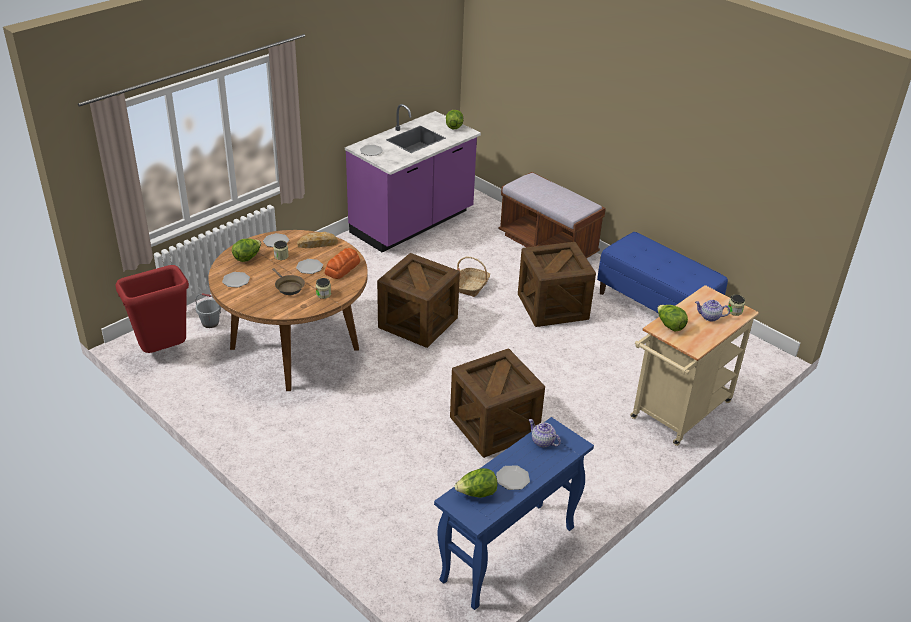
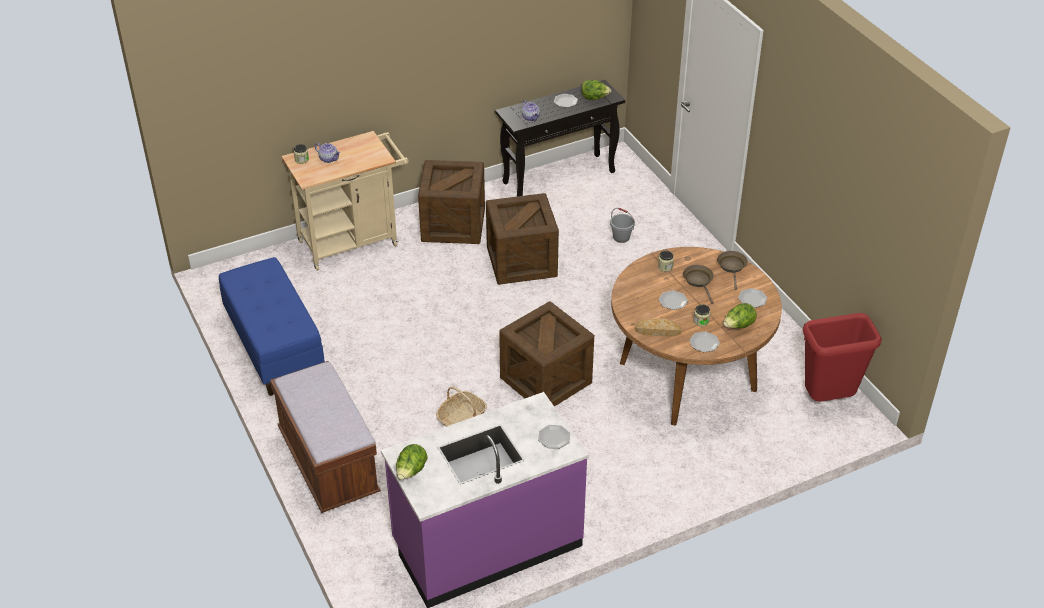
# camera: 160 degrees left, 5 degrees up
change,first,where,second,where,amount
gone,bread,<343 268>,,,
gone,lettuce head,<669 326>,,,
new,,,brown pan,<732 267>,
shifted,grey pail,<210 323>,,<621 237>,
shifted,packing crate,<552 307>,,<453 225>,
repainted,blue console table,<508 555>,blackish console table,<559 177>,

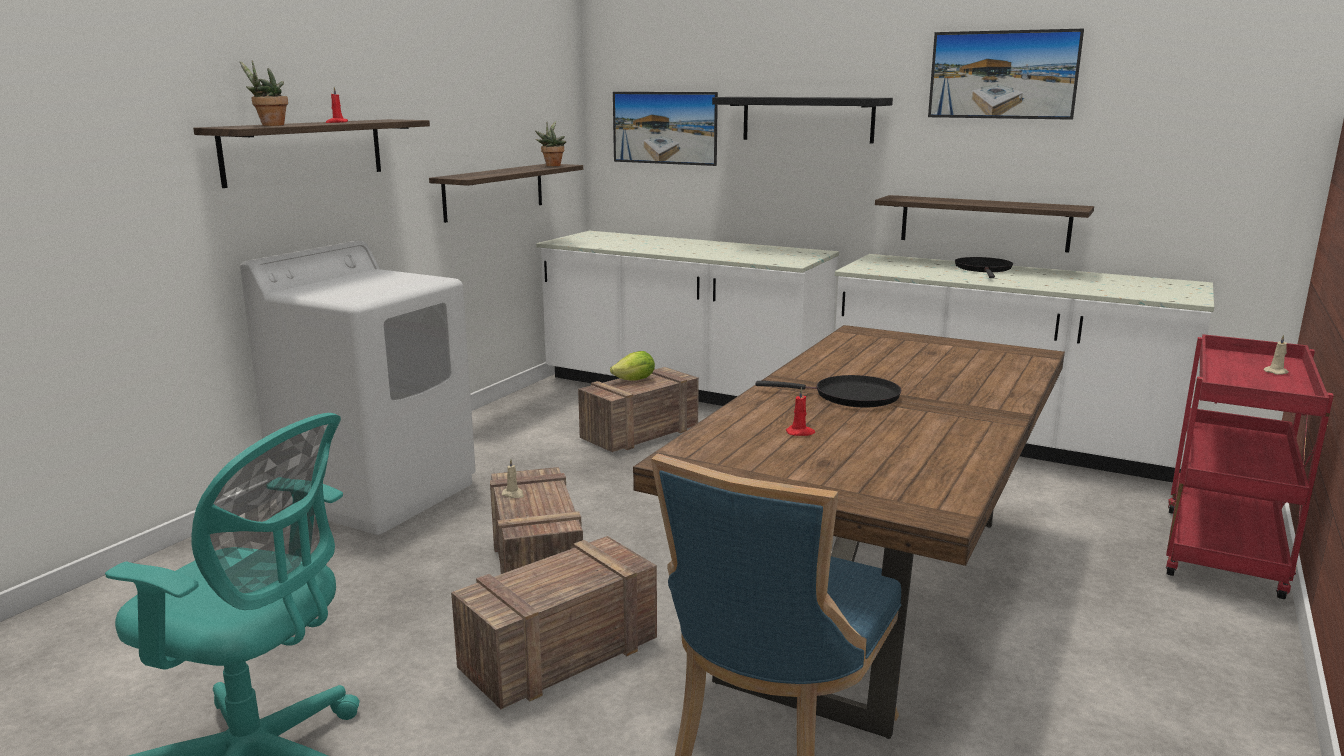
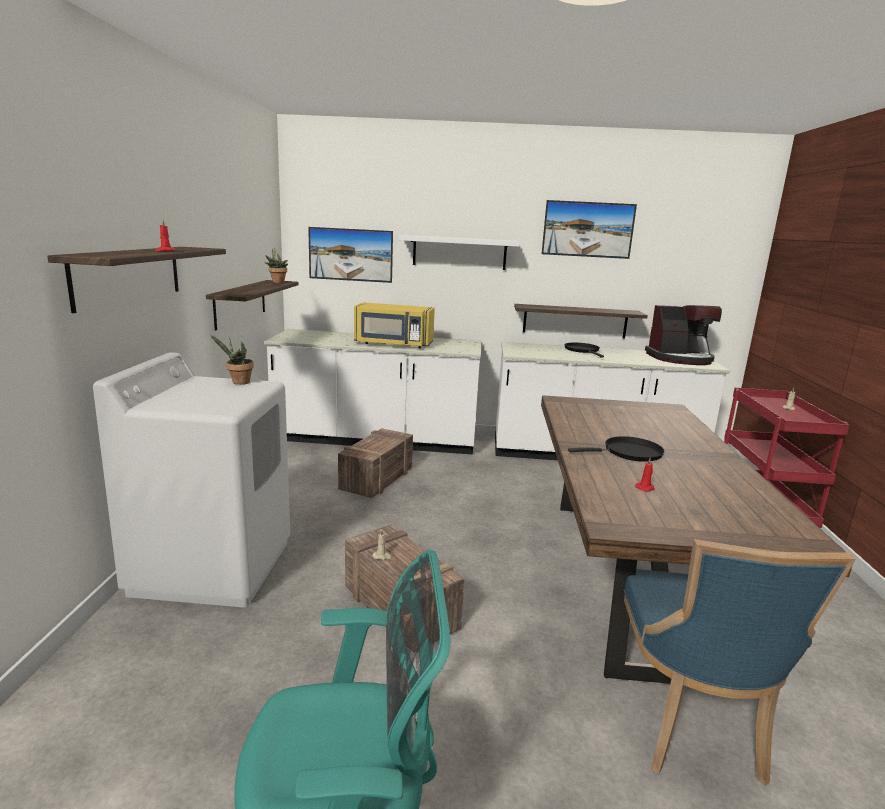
# camera: 25 degrees left, 0 degrees up
change,first,where,second,where,amount
gone,packing crate,<557 656>,,,
gone,lettuce head,<635 380>,,,
new,,,yellow-coloured kitchen microwave,<393 344>,
new,,,coffee maker,<680 359>,
shifted,houseplant,<269 125>,,<238 382>,
repainted,blackish shelf,<807 119>,white shelf,<459 252>,

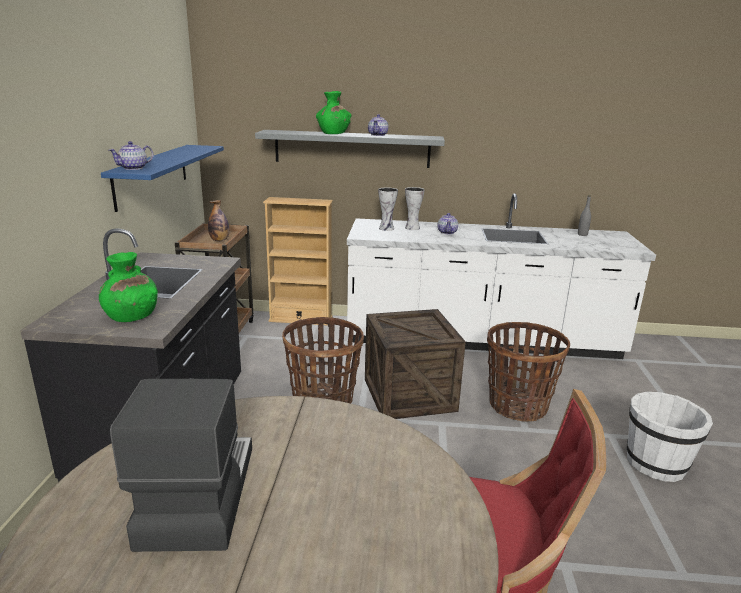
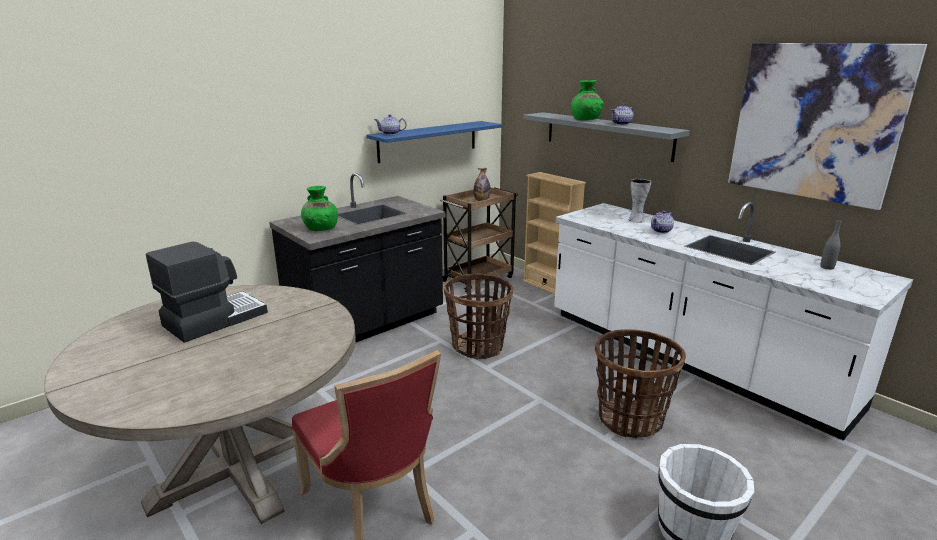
# camera: 45 degrees right, 0 degrees up
change,first,where,second,where,amount
gone,packing crate,<409 394>,,,
gone,decorative vase,<387 228>,,,
new,,,wall picture,<815 122>,

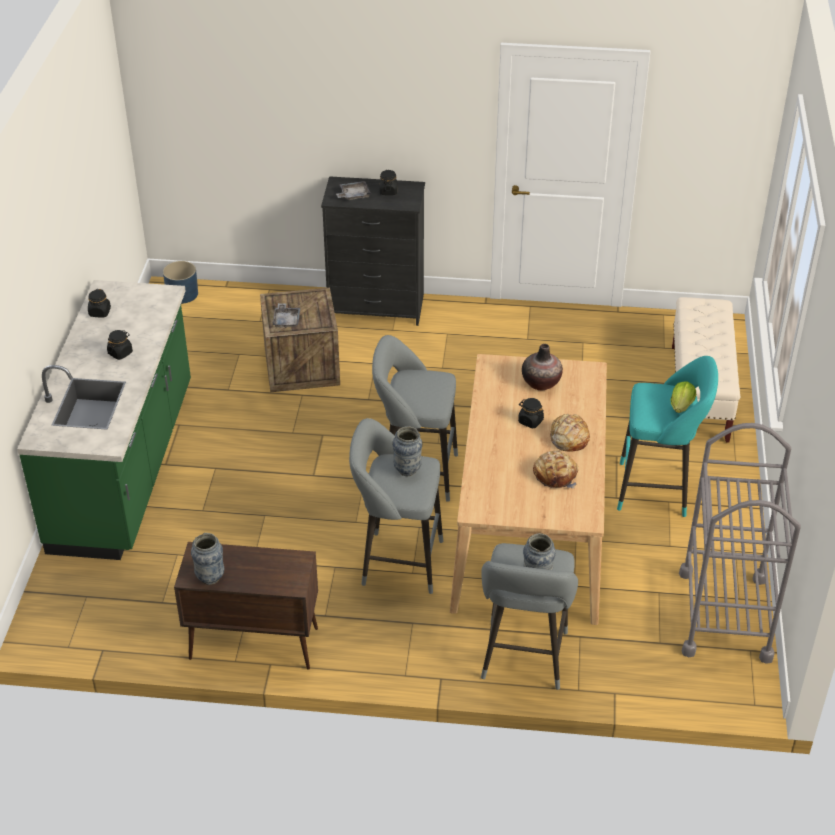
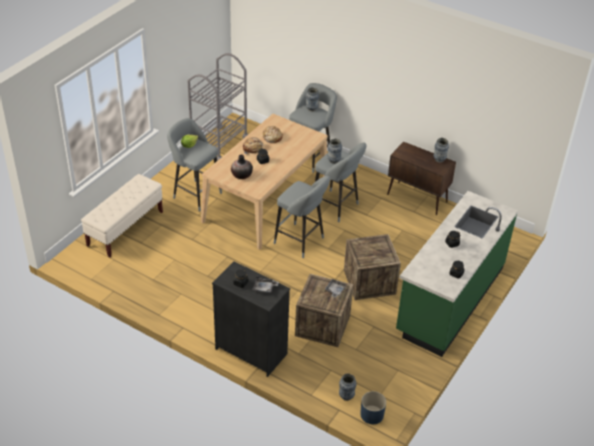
# camera: 155 degrees left, 0 degrees up
change,first,where,second,where,amount
new,,,decorative vase,<346 396>,
new,,,packing crate,<369 282>,
repainted,turquoise-coloured stool,<658 490>,grey stool,<195 194>,

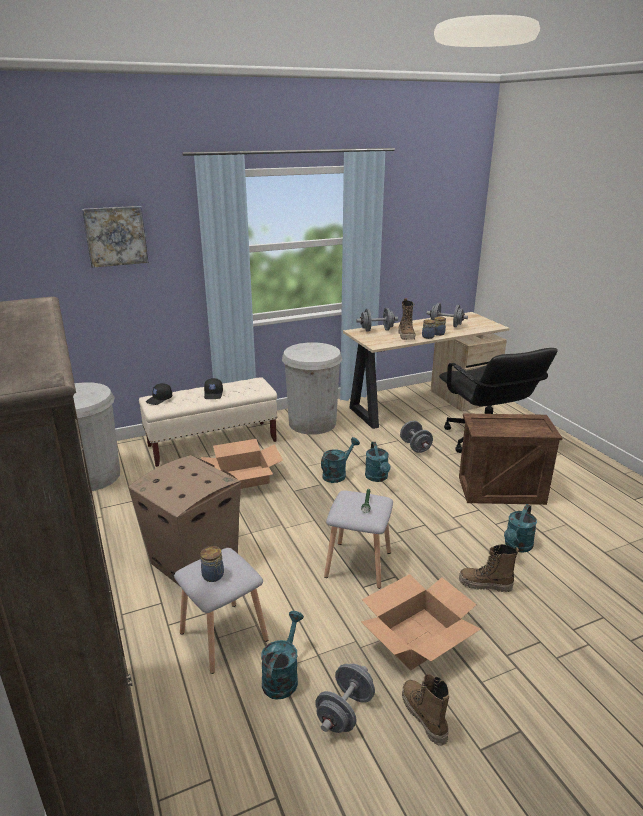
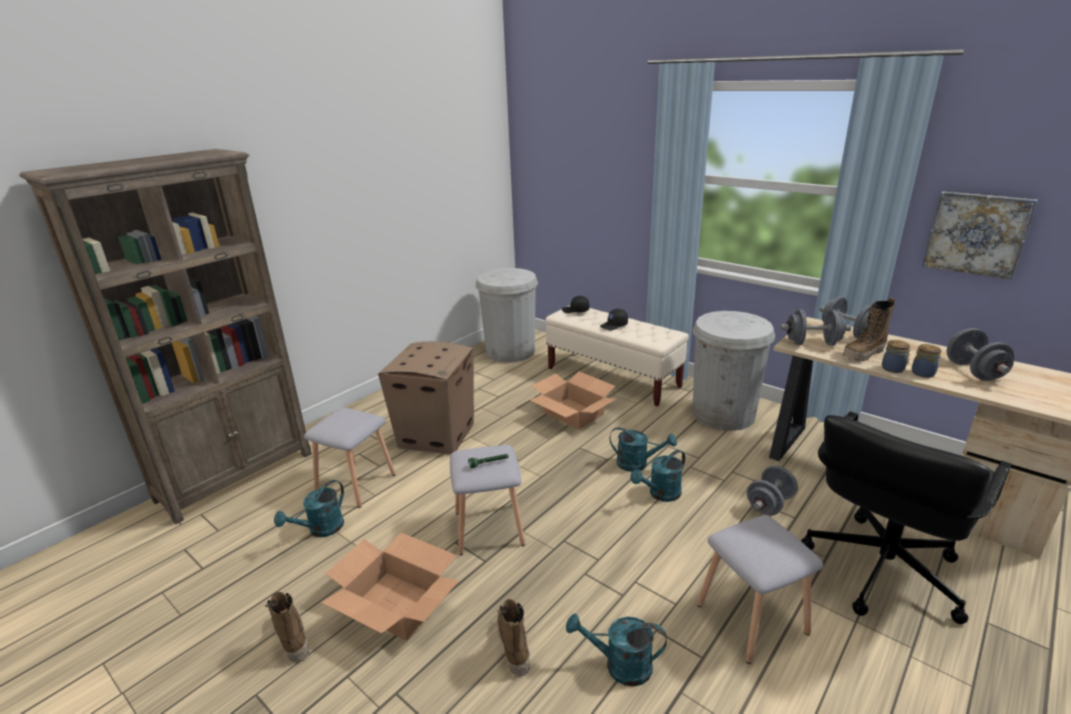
# camera: 65 degrees right, 0 degrees up
change,first,where,second,where,amount
gone,preserve jar,<213 576>,,,
shifted,wall picture,<115 236>,,<977 234>,
shifted,grey free weight,<345 712>,,<812 343>,
swapped,packing crate,<501 489>,grey stool,<753 619>,
rotated,turquoise-coloured sprinkling can,<282 676>,,<321 530>,135 degrees clockwise
rotated,high-top boot,<423 716>,,<291 637>,75 degrees counterclockwise

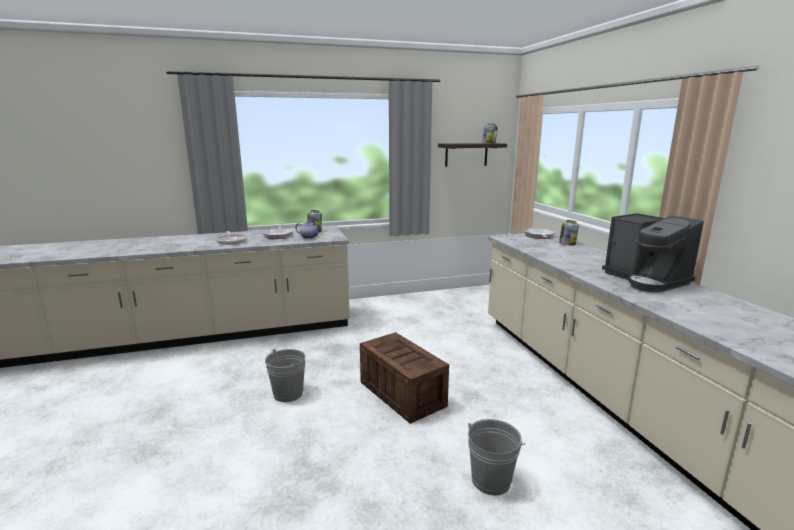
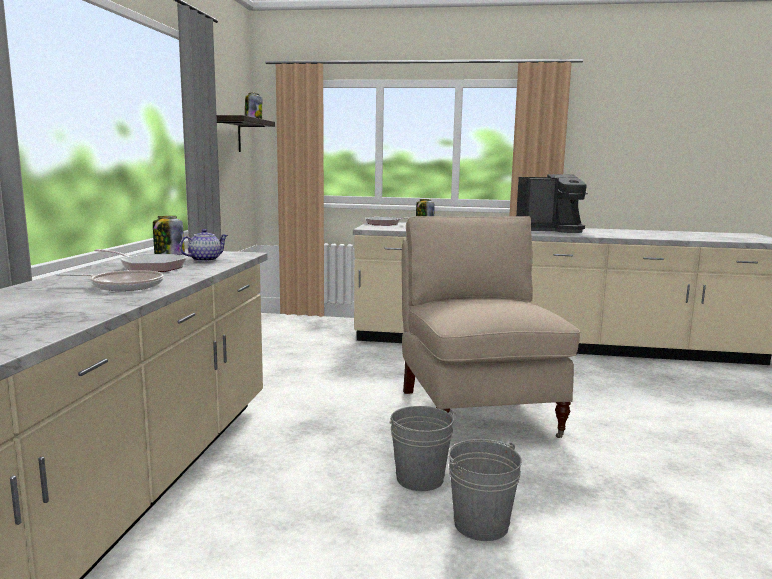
# camera: 65 degrees left, 5 degrees down
change,first,where,second,where,amount
shifted,grey pail,<491 480>,,<481 524>,
swapped,packing crate,<403 394>,beige-coloured plain chair,<476 412>,

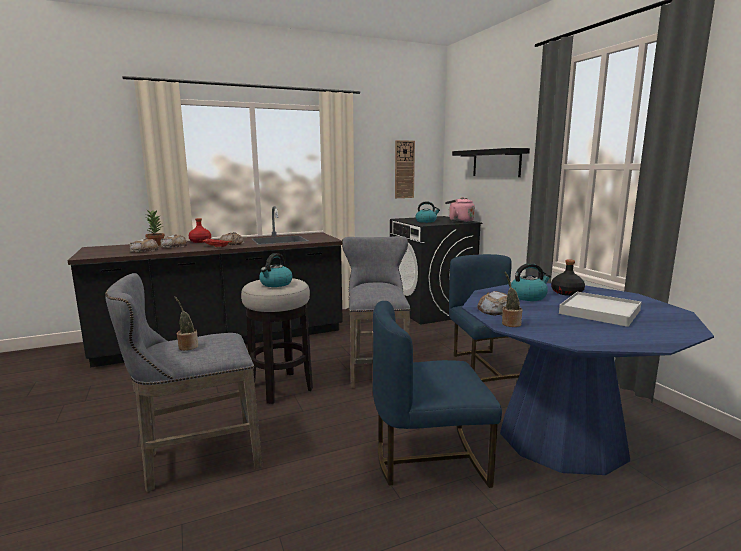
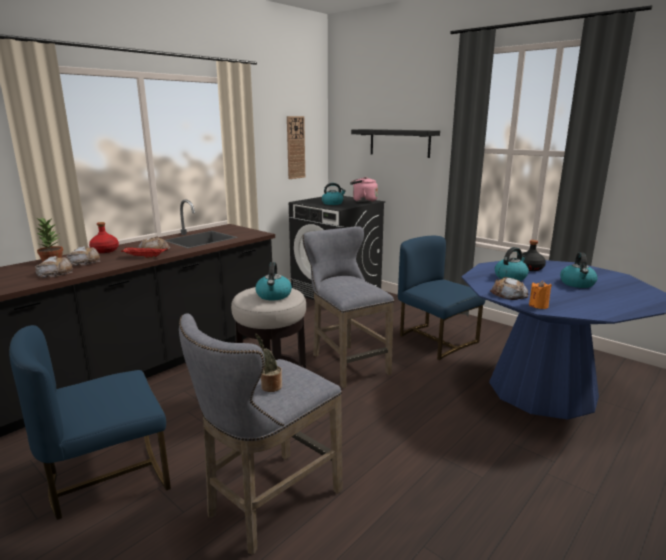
# camera: 25 degrees left, 5 degrees up
change,first,where,second,where,amount
shifted,blue plain chair,<429 459>,,<108 477>,
swapped,houseplant,<510 323>,orange candle,<538 306>,
swapped,white tray,<600 312>,tea kettle,<577 284>,

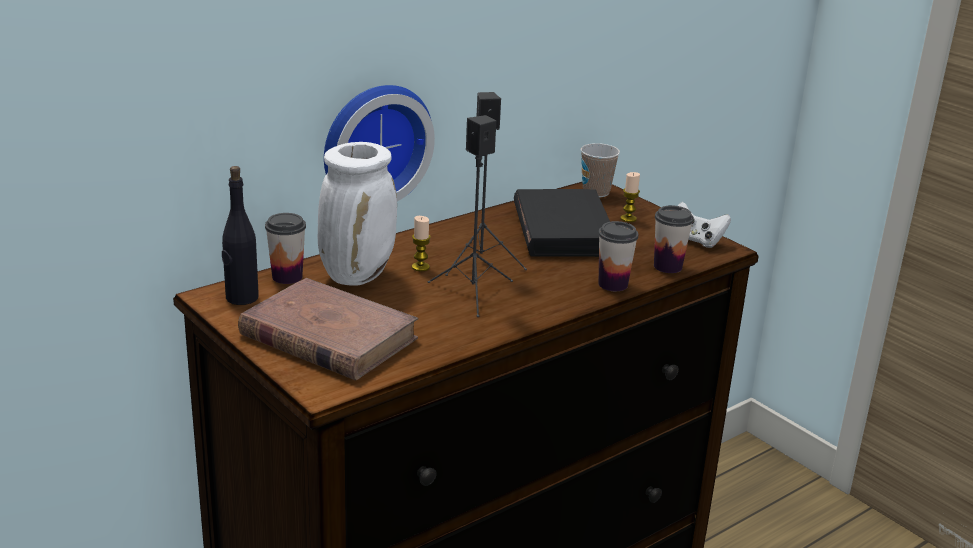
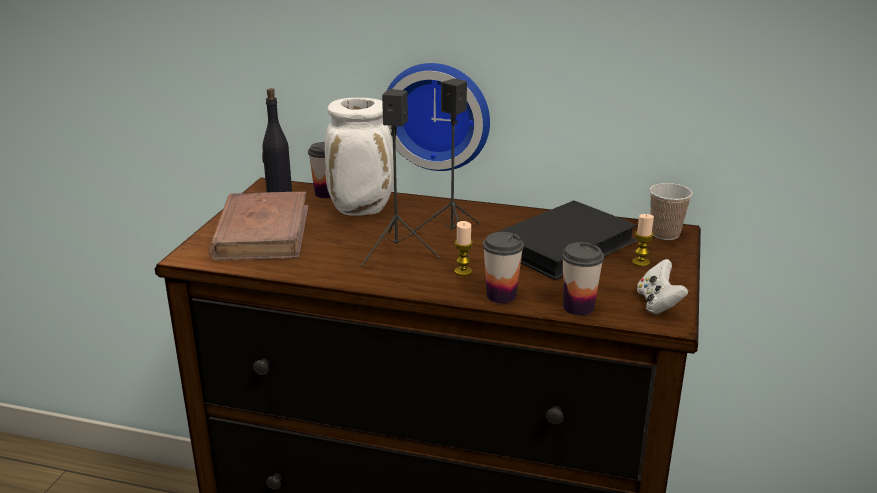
# camera: 55 degrees right, 0 degrees up
change,first,where,second,where,amount
shifted,candle,<420 267>,,<463 271>,

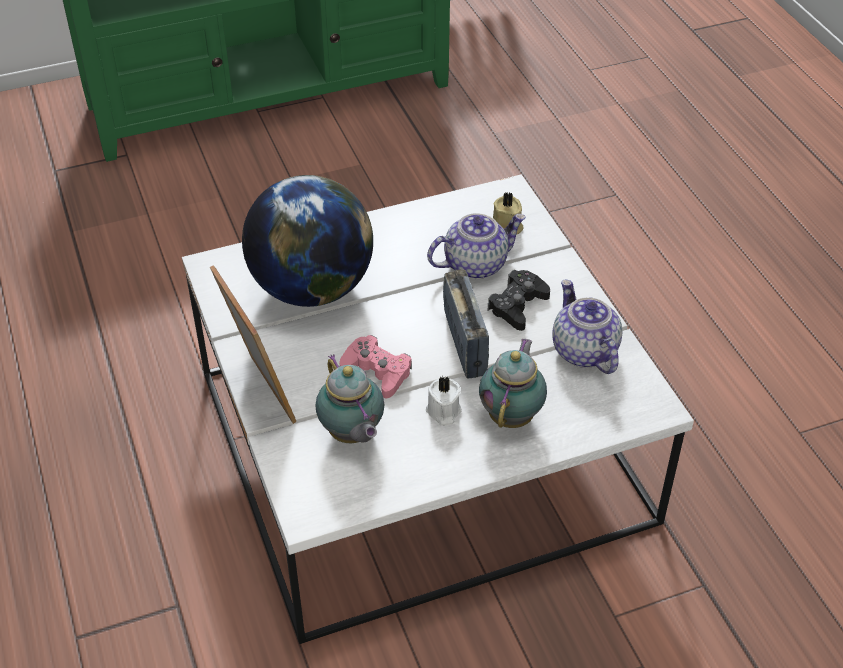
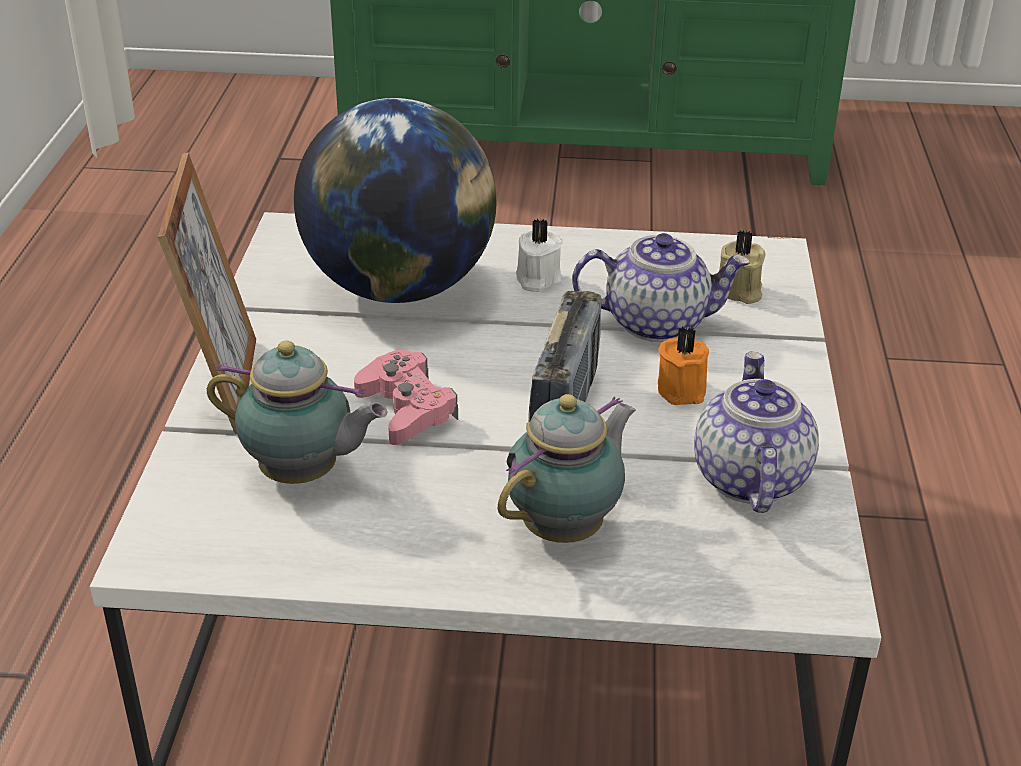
# camera: 25 degrees right, 10 degrees down
change,first,where,second,where,amount
shifted,white candle,<443 412>,,<536 279>,
swapped,blackish game controller,<517 306>,orange candle,<683 389>,
rotated,pot for tea,<352 435>,,<304 475>,75 degrees counterclockwise

